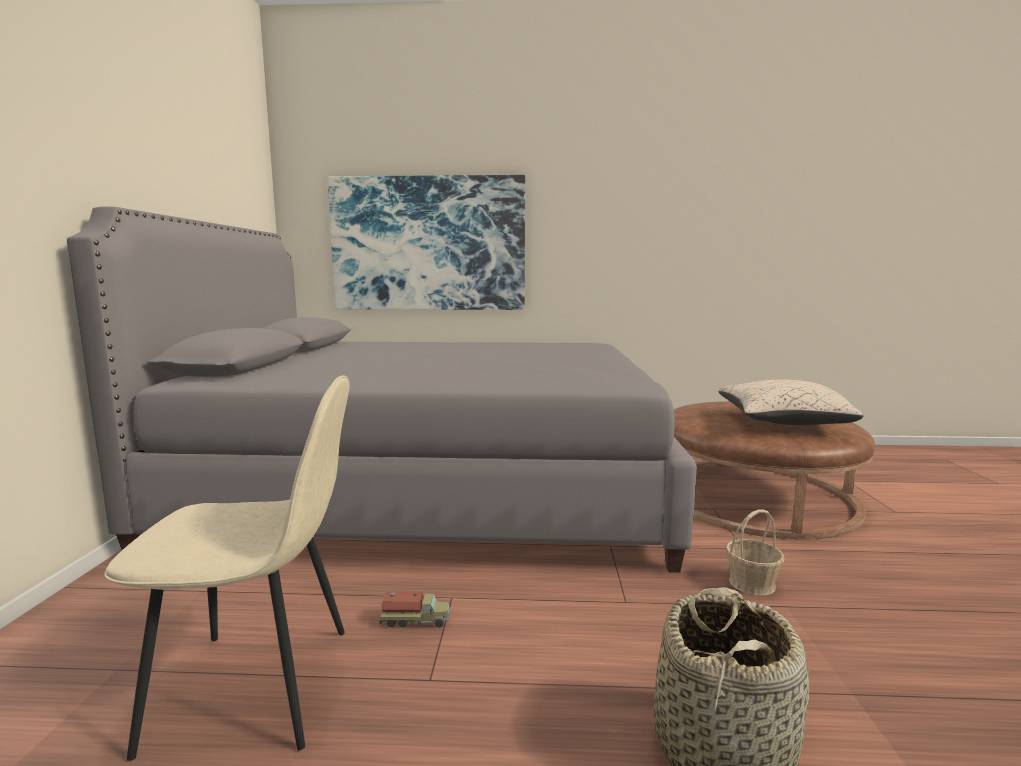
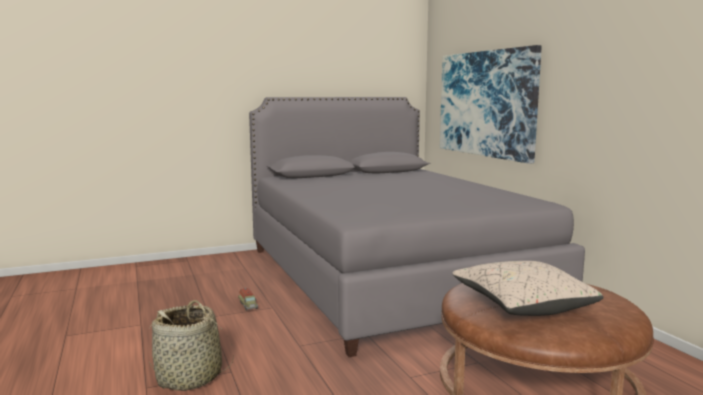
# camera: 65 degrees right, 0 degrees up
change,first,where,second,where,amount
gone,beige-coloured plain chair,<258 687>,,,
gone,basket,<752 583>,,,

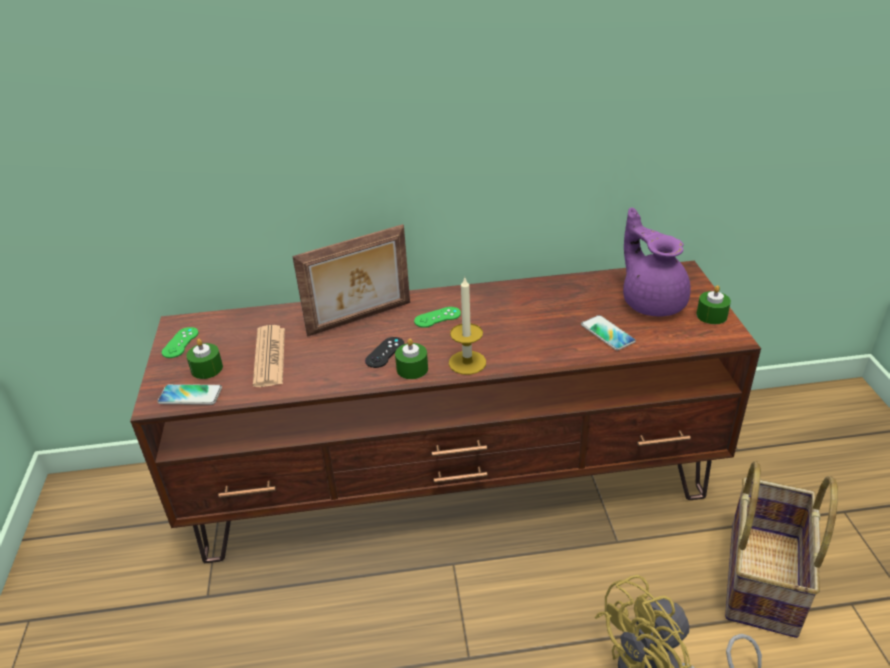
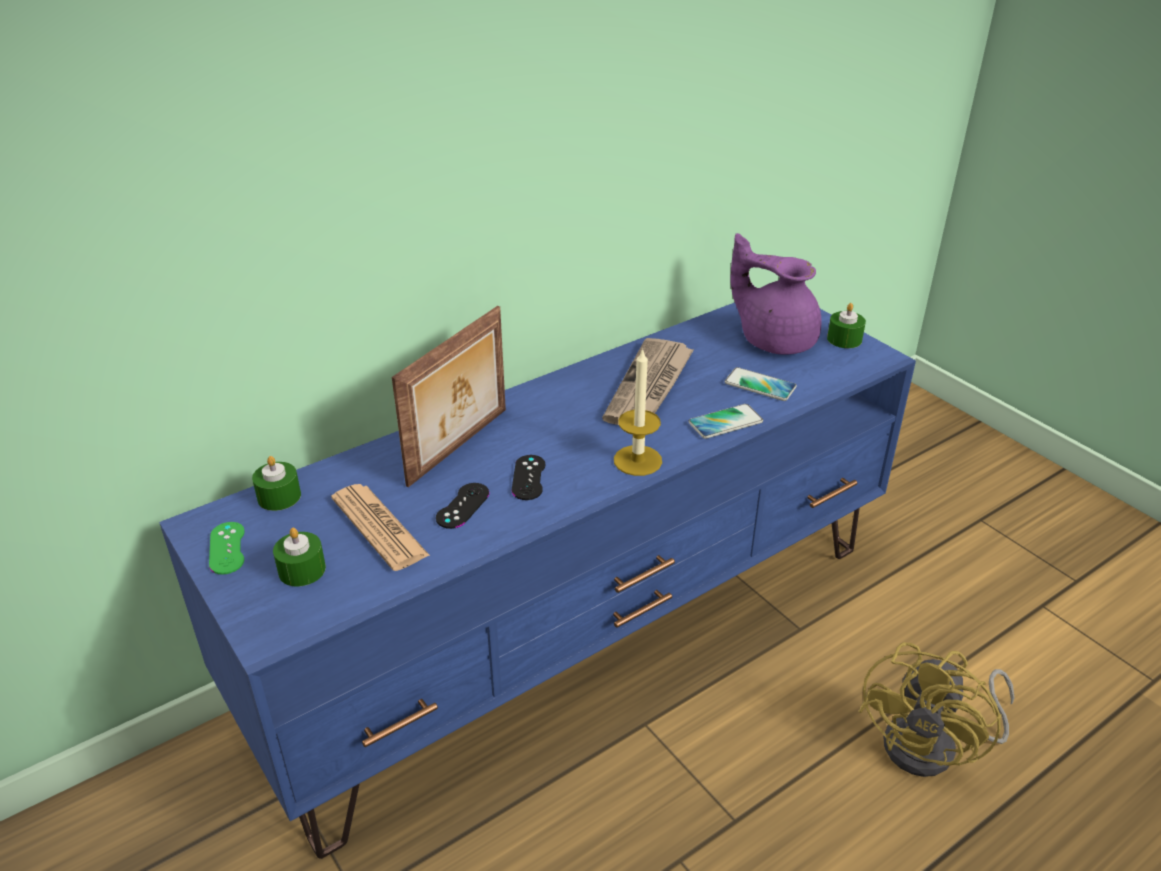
# camera: 30 degrees left, 0 degrees up
change,first,where,second,where,amount
gone,green game controller,<437 317>,,,
gone,basket,<765 579>,,,
new,,,blackish game controller,<463 506>,
new,,,newspaper,<650 387>,
shifted,handset,<190 395>,,<725 422>,
shifted,green candle,<412 369>,,<279 496>,
repainted,brown tv unit,<454 482>,blue tv unit,<580 630>,

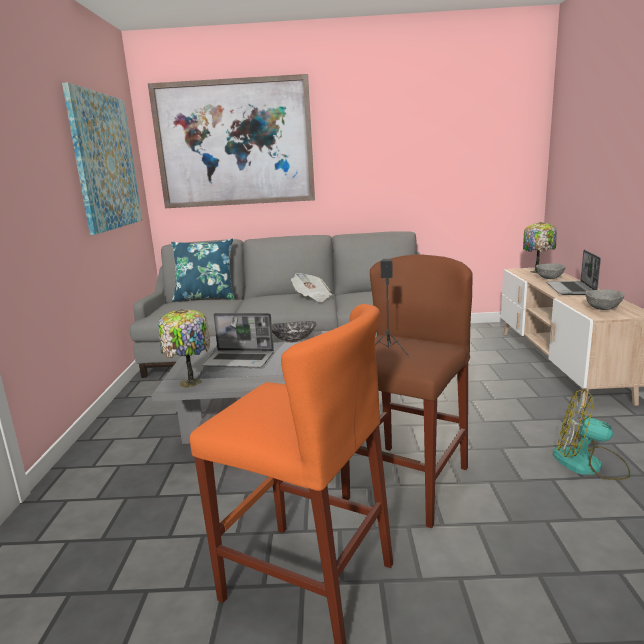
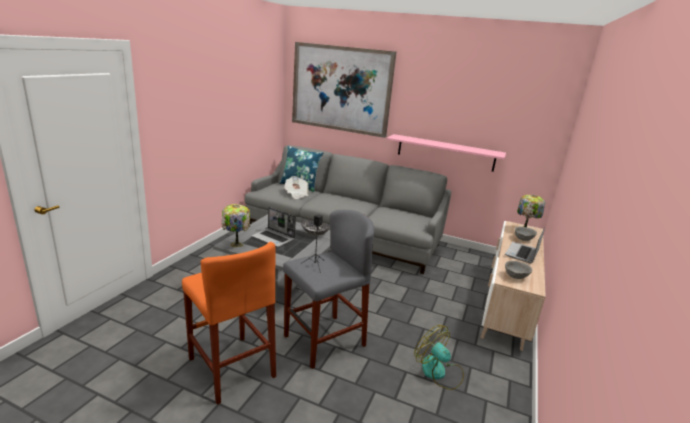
# camera: 20 degrees right, 5 degrees up
change,first,where,second,where,amount
gone,wall picture,<105 162>,,,
new,,,pinkish shelf,<445 152>,
shifted,newspaper,<312 298>,,<296 194>,
repainted,brown stool,<407 483>,grey stool,<324 341>,

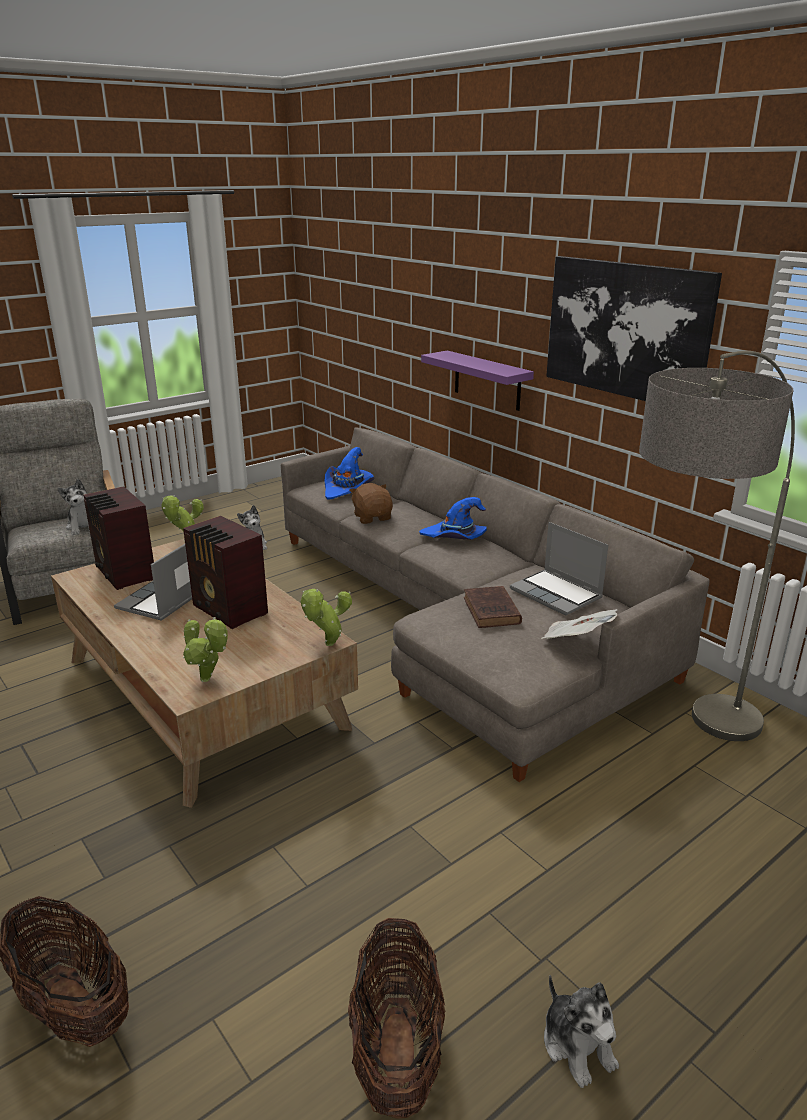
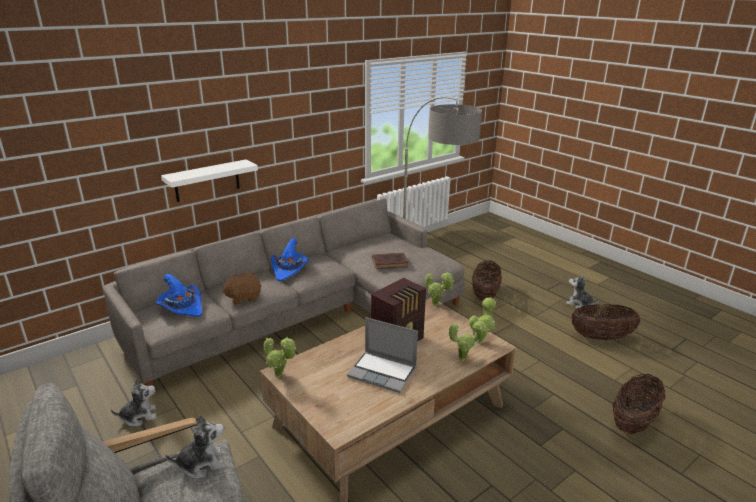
# camera: 90 degrees left, 0 degrees up
change,first,where,second,where,amount
gone,radio set,<125 574>,,,
gone,laptop,<557 594>,,,
gone,newspaper,<576 641>,,,
gone,wall picture,<626 330>,,,
new,,,houseplant,<464 359>,
new,,,basket,<485 295>,
repainted,purple-coloured shelf,<487 380>,white shelf,<207 180>,
rotated,soft toy,<577 1045>,,<579 304>,120 degrees counterclockwise

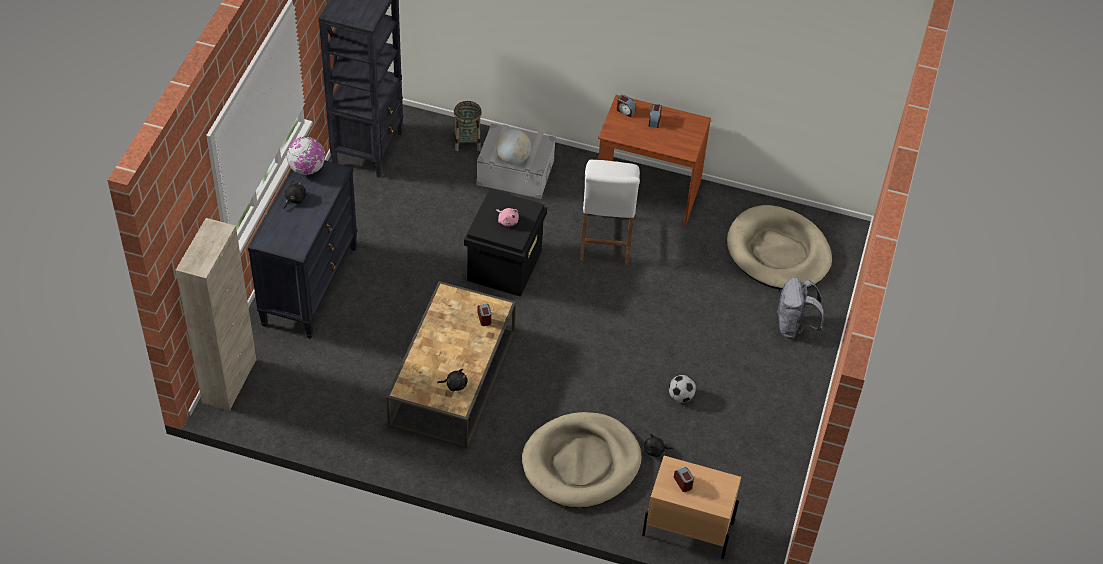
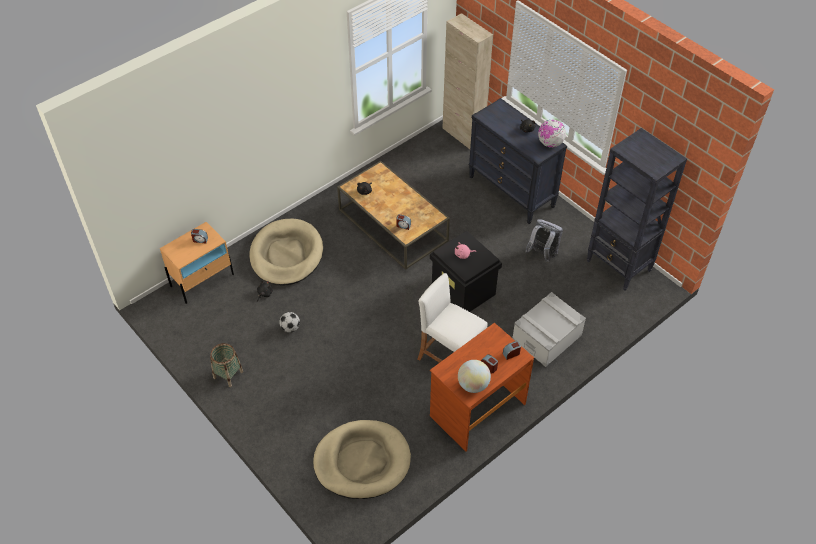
# camera: 125 degrees right, 0 degrees up
change,first,where,second,where,amount
shifted,basket,<467 142>,,<228 375>,
shifted,world globe,<513 158>,,<473 385>,
shifted,grey backpack,<794 326>,,<542 254>,

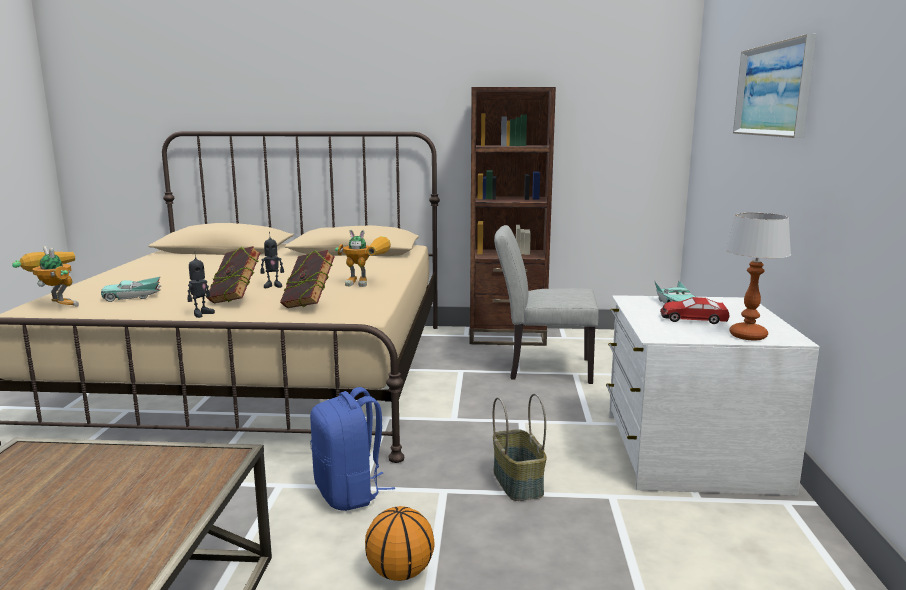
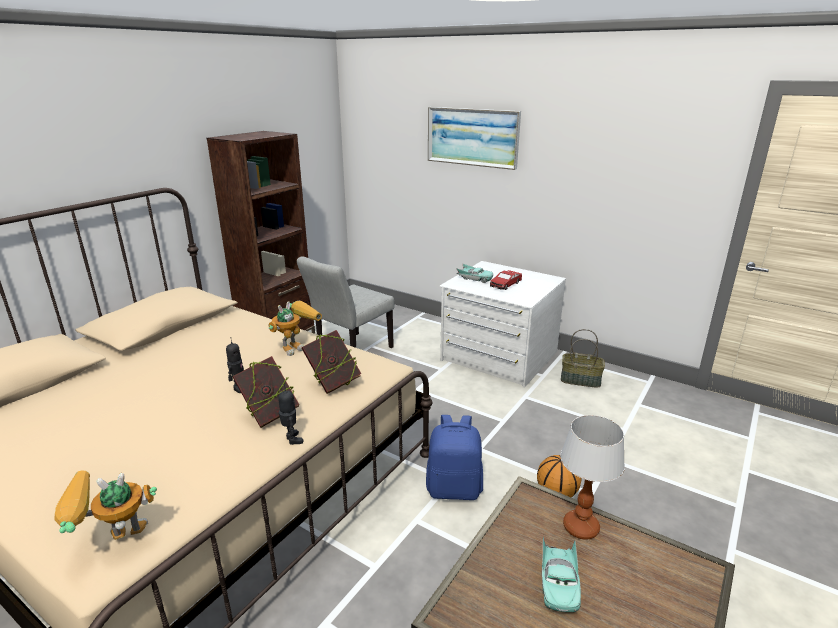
# camera: 60 degrees left, 10 degrees up
change,first,where,second,where,amount
shifted,turquoise-coloured toy car,<132 297>,,<558 582>,
shifted,basket,<519 482>,,<581 380>,
shifted,tabletop lamp,<748 336>,,<581 528>,

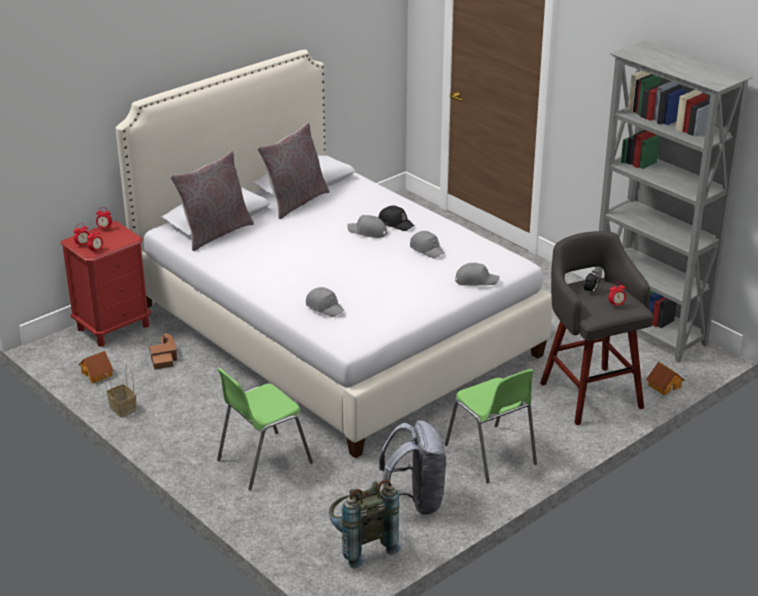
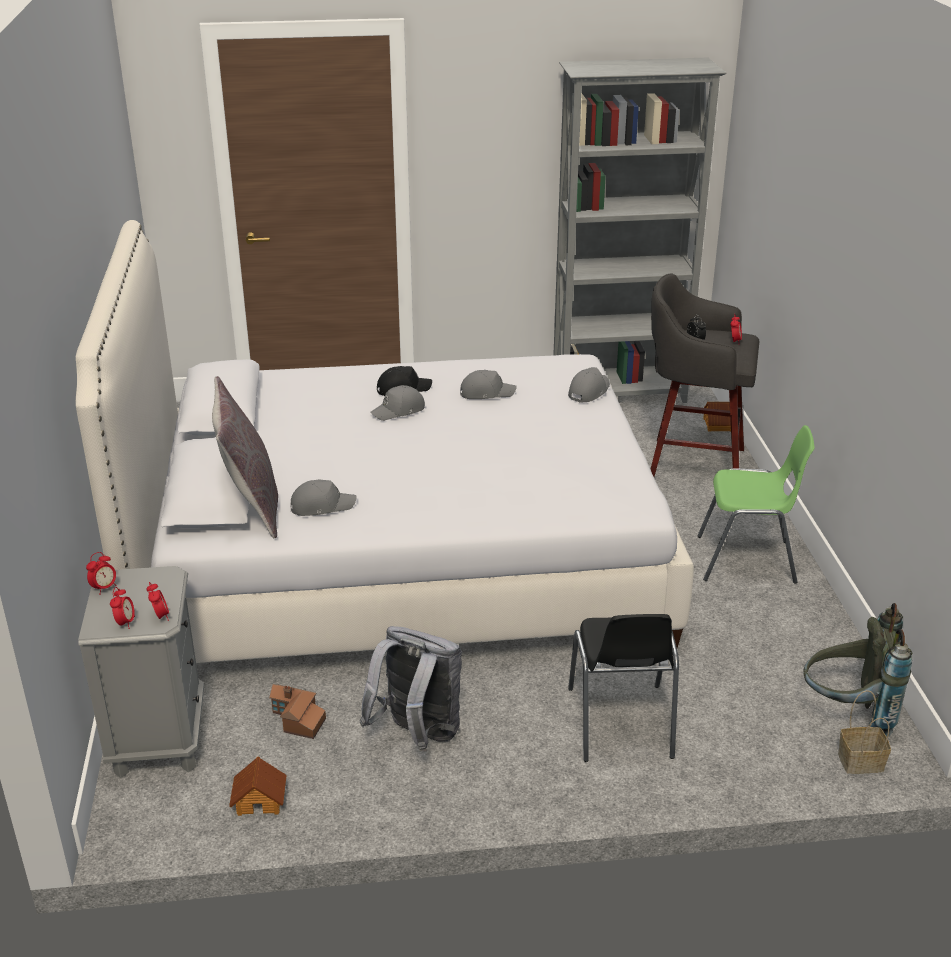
# camera: 55 degrees left, 0 degrees up
change,first,where,second,where,amount
gone,grey throw pillow,<295 202>,,,
shifted,basket,<122 408>,,<859 762>,
shifted,grey cap,<325 307>,,<321 506>,
shifted,grey backpack,<415 501>,,<417 735>,
repainted,reddish bedside table,<113 327>,grey bedside table,<158 738>,
repainted,green plain chair,<263 461>,blackish plain chair,<620 723>,

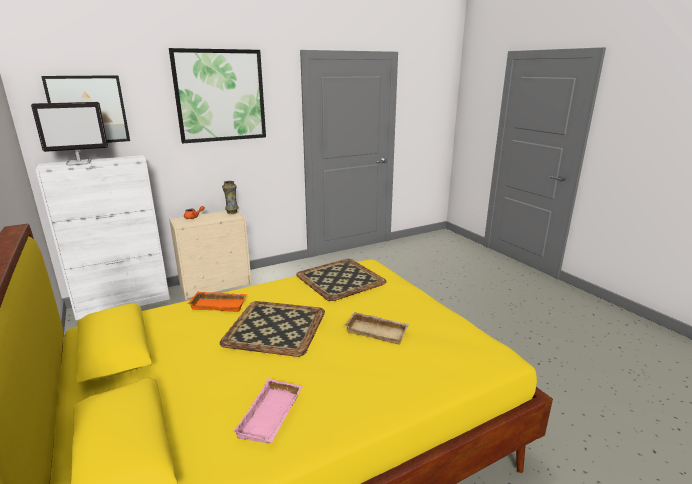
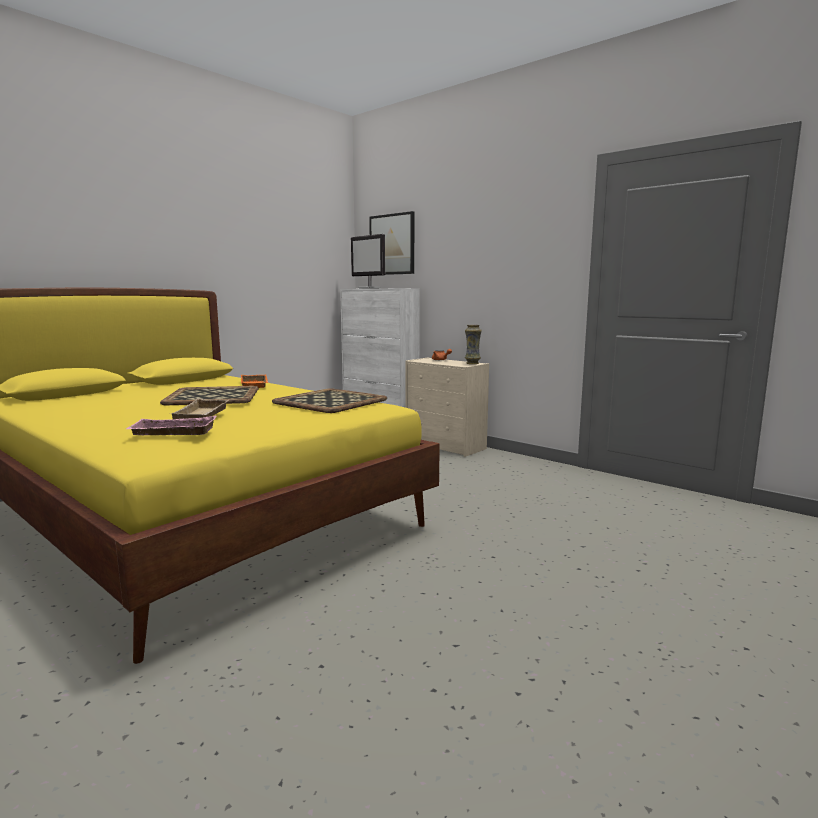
# camera: 70 degrees right, 10 degrees down
change,first,where,second,where,amount
gone,wall picture,<220 96>,,,
shifted,pinkish tray,<272 416>,,<172 432>,

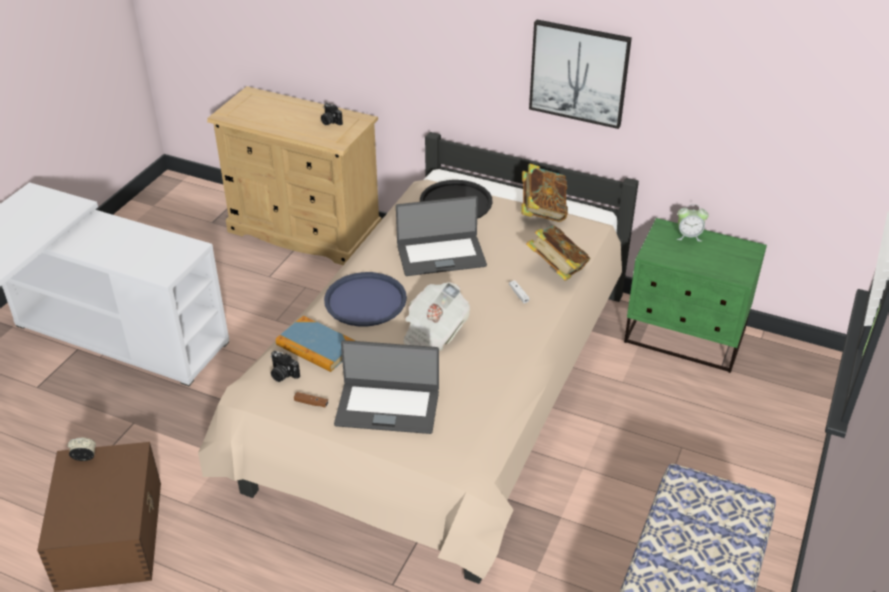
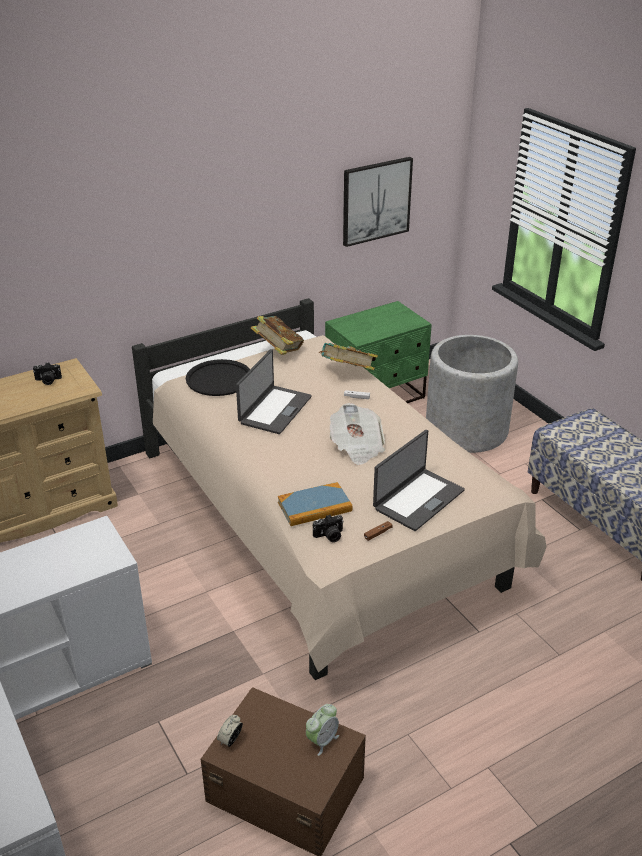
# camera: 55 degrees left, 5 degrees down
change,first,where,second,where,amount
gone,blue tray,<365 300>,,,
new,,,grey planter,<466 429>,
shifted,wall picture,<579 73>,,<376 201>,
shifted,bedside clock,<689 236>,,<322 740>,

